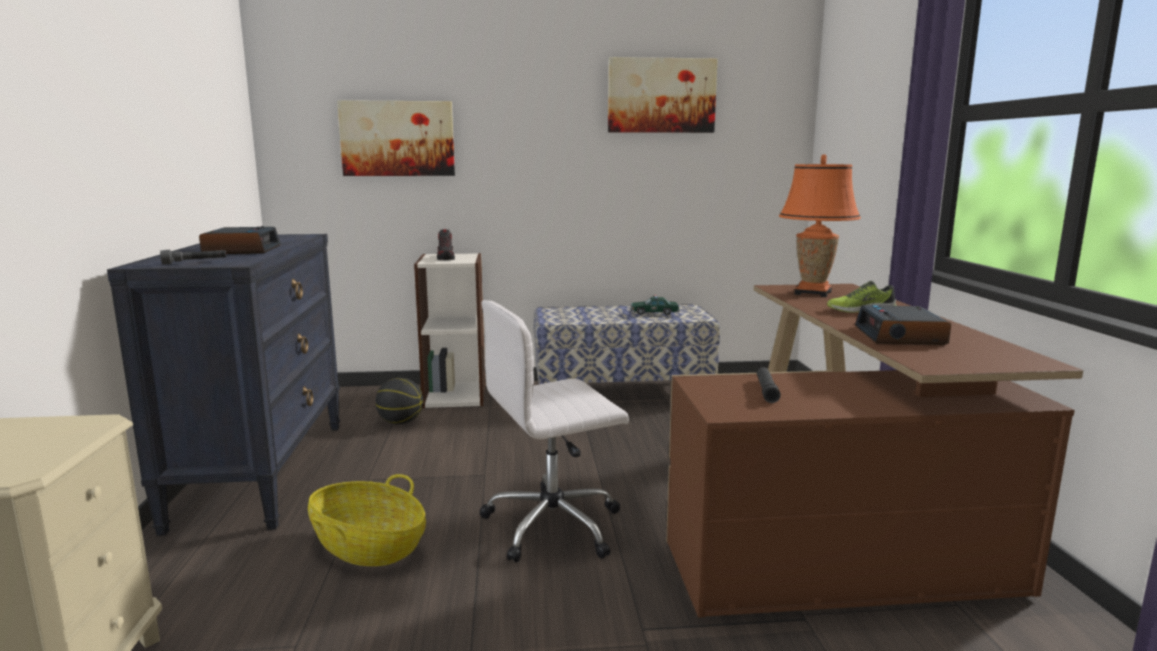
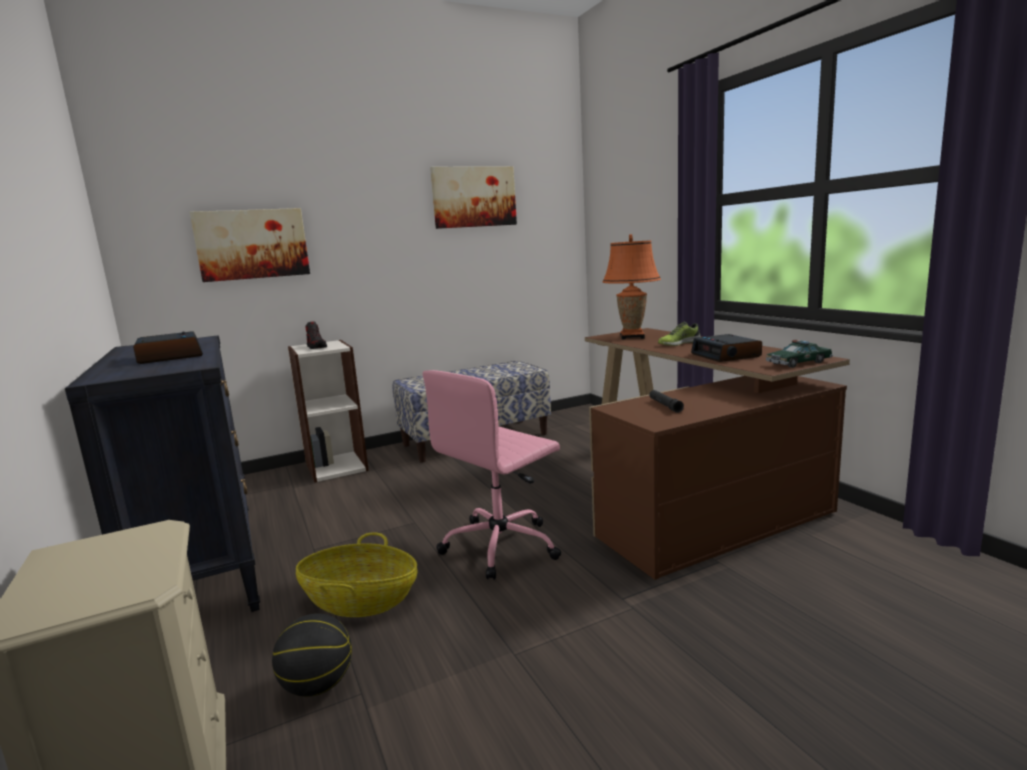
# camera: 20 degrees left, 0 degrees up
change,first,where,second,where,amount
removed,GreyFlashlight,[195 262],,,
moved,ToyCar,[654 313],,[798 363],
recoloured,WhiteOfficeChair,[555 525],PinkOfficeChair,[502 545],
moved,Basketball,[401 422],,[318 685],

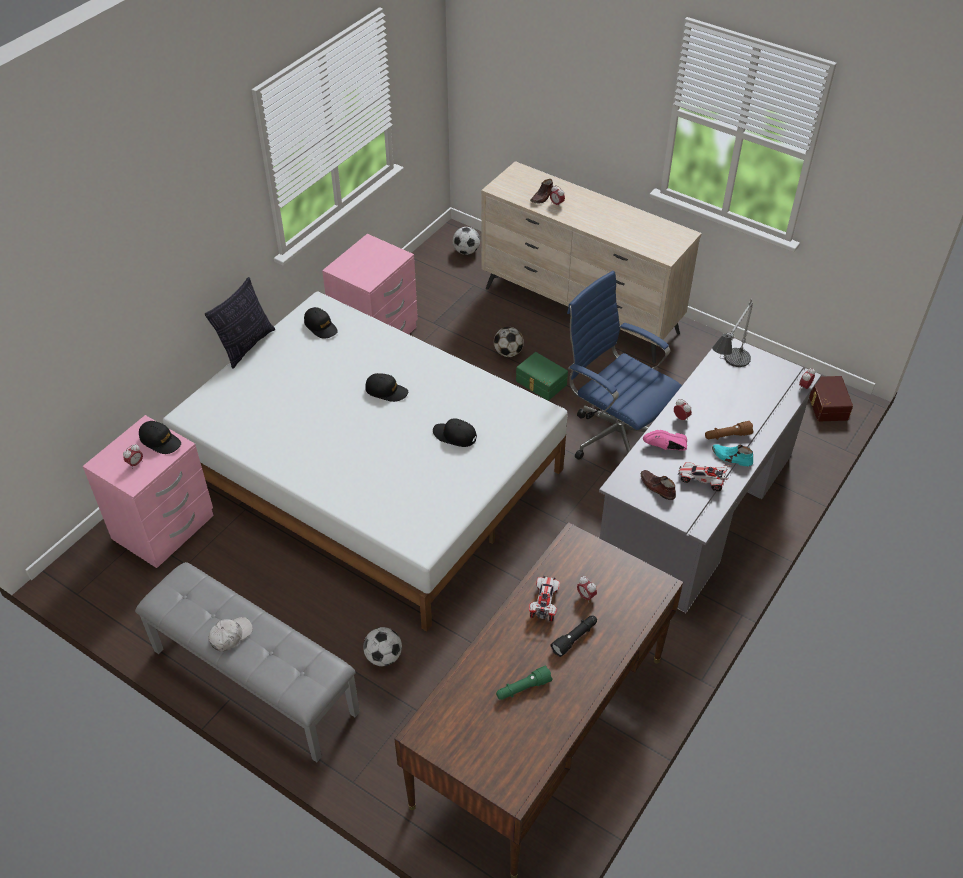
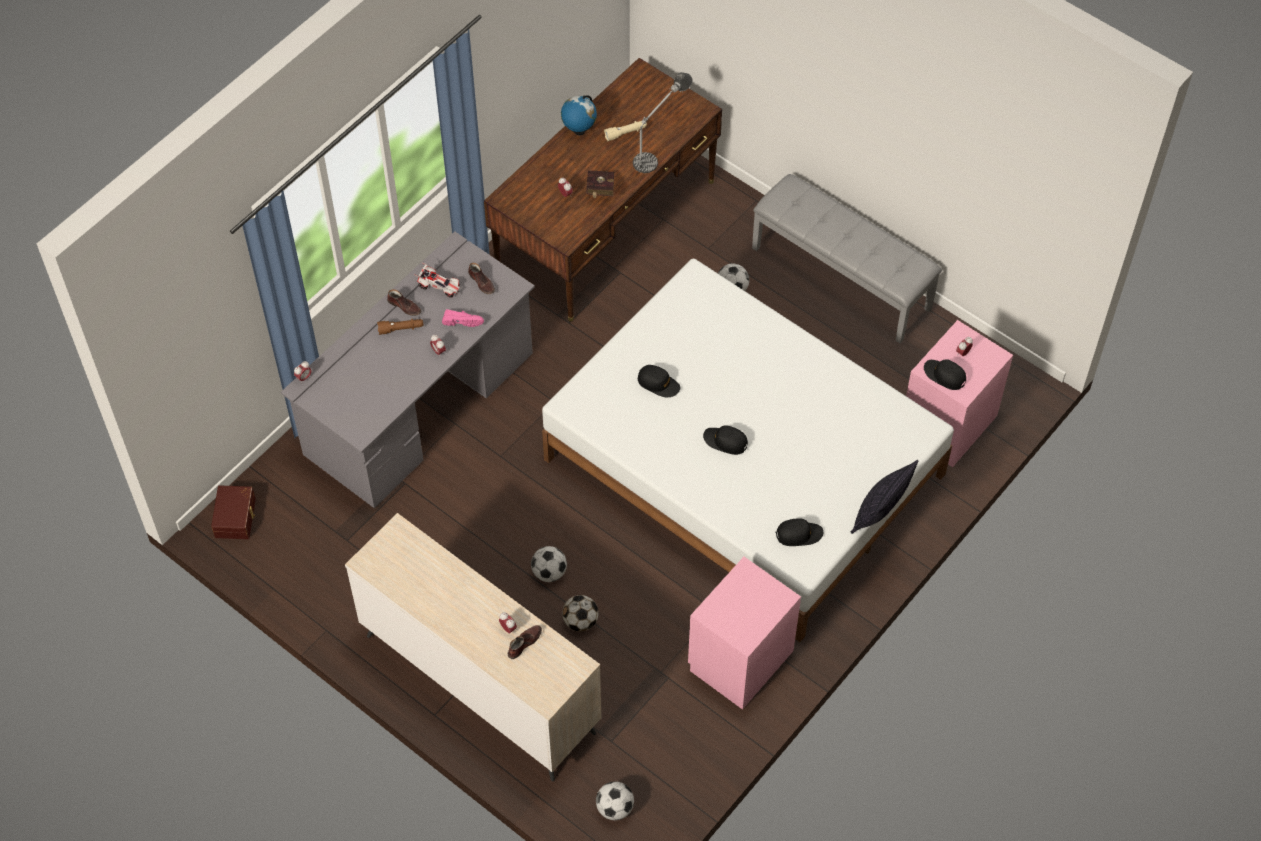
# camera: 175 degrees left, 10 degrees up
change,first,where,second,where,amount
removed,BlueOfficeChair,[614 436],,,
moved,TableLamp,[726 374],,[660 146],
turned,BlackCap,[321 327],,[799 534],120 degrees clockwise
replaced,GreenStorageBox,[540 383],Football,[549 572],
recoloured,TurquoiseShoe,[731 458],BrownShoe,[405 306],
replaced,ToyCar,[544 603],RedBook,[600 191],
removed,BlackFlashlight,[575 638],,,
removed,WhiteCap,[230 636],,,
recoloured,GreenFlashlight,[523 688],BeigeFlashlight,[626 133],
added,,,Globe,[579 131],

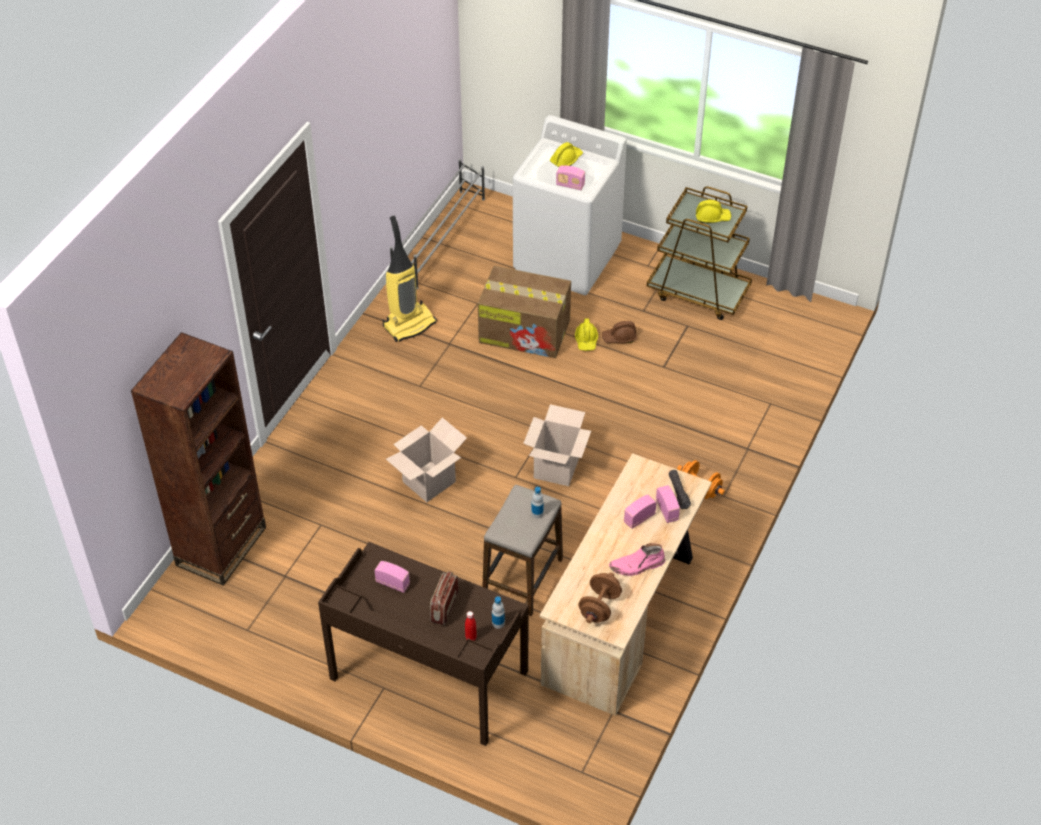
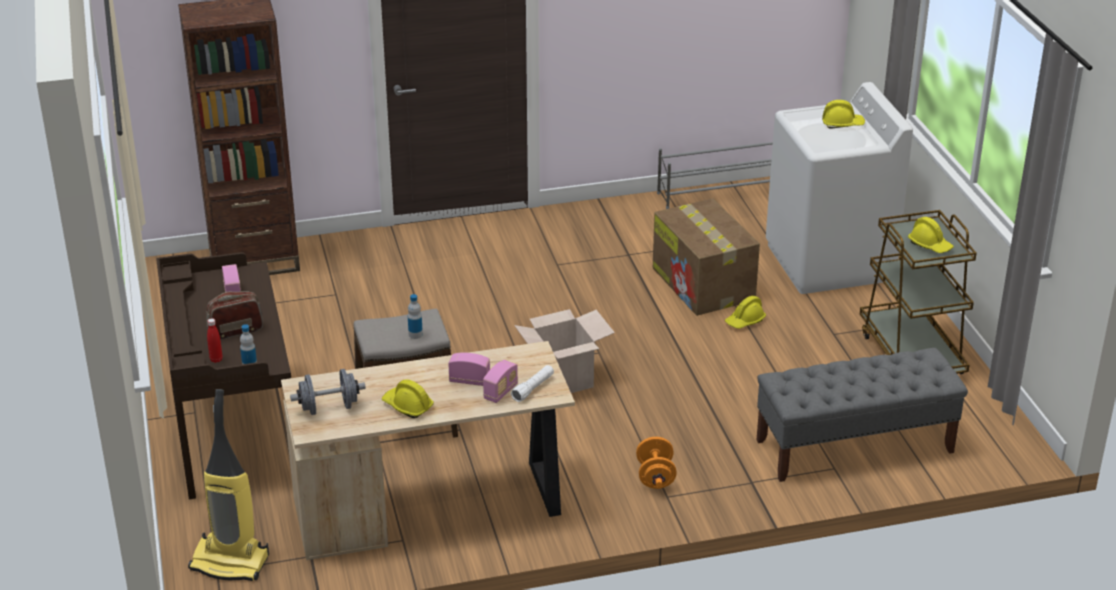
# camera: 50 degrees right, 15 degrees down
change,first,where,second,where,amount
removed,Radio,[570 185],,,
moved,VacuumCleaner,[409 324],,[231 562],
removed,BrownHardHat,[619 338],,,
removed,CardboardBox,[429 482],,,
recoloured,BlackFlashlight,[678 492],WhiteFlashlight,[533 388],
replaced,PinkBoot,[637 565],YellowHardHat,[407 406],
recoloured,BrownDumbbell,[599 607],GreyDumbbell,[329 408],
added,,,GreyBench,[854 446],

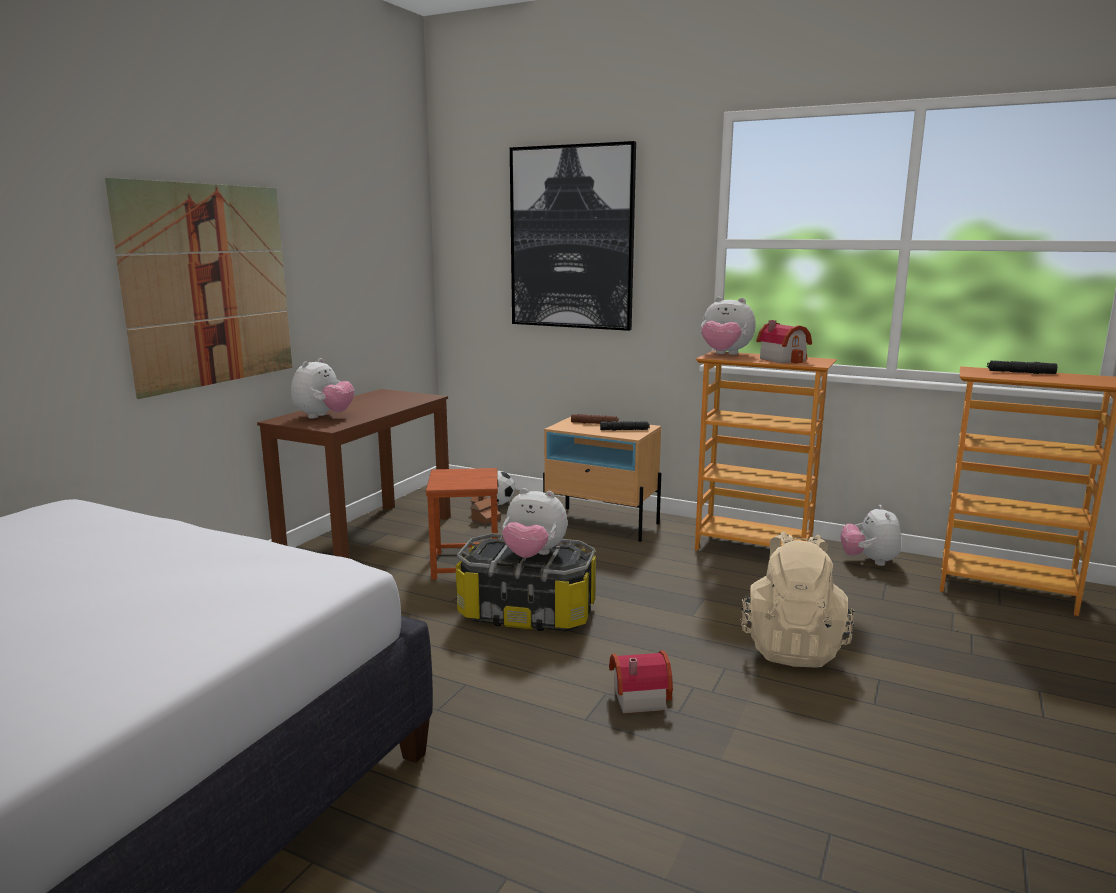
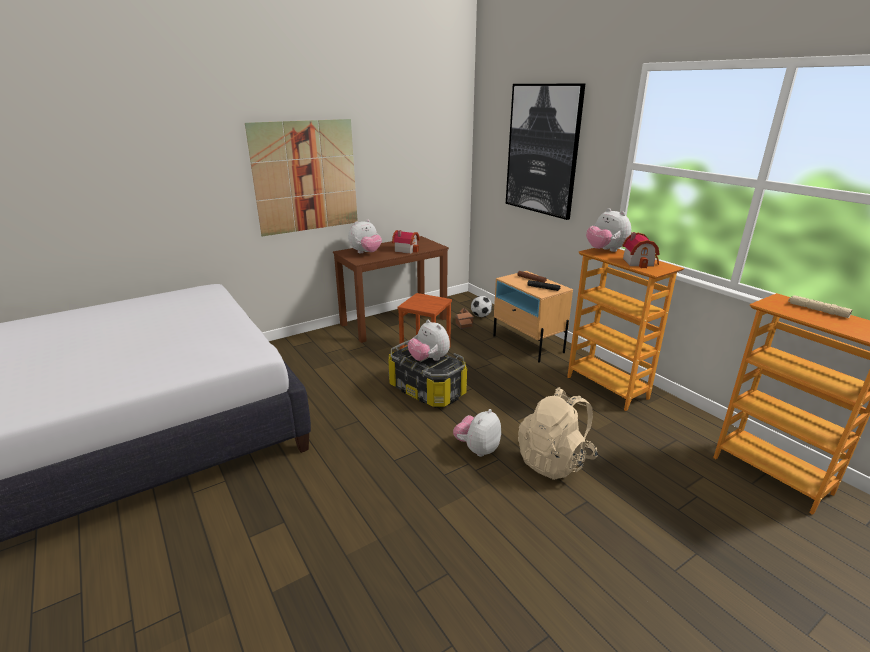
# camera: 30 degrees right, 10 degrees up
change,first,where,second,where,amount
recoloured,BlackFlashlight,[1020 372],BeigeFlashlight,[817 310],
moved,PlushToy,[869 561],,[477 449],
moved,ToyHouse,[636 697],,[406 249],

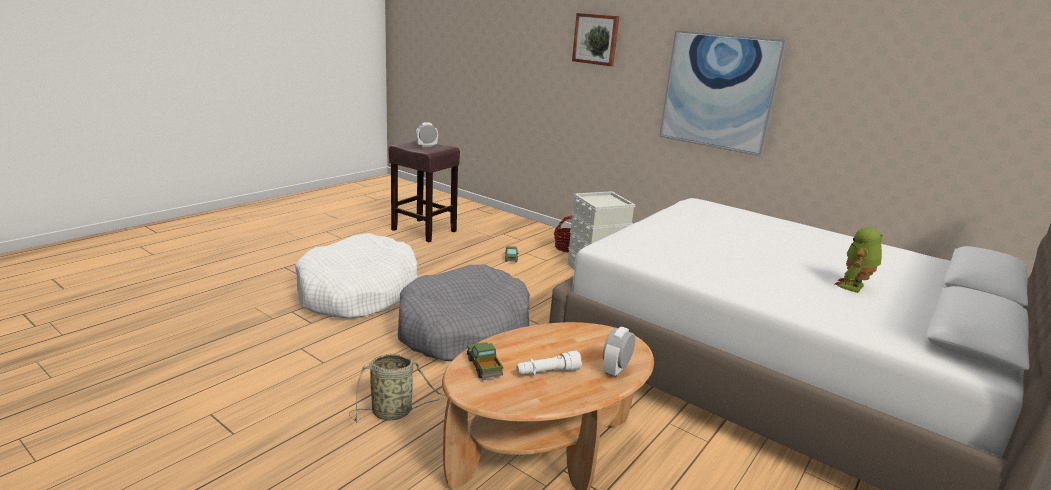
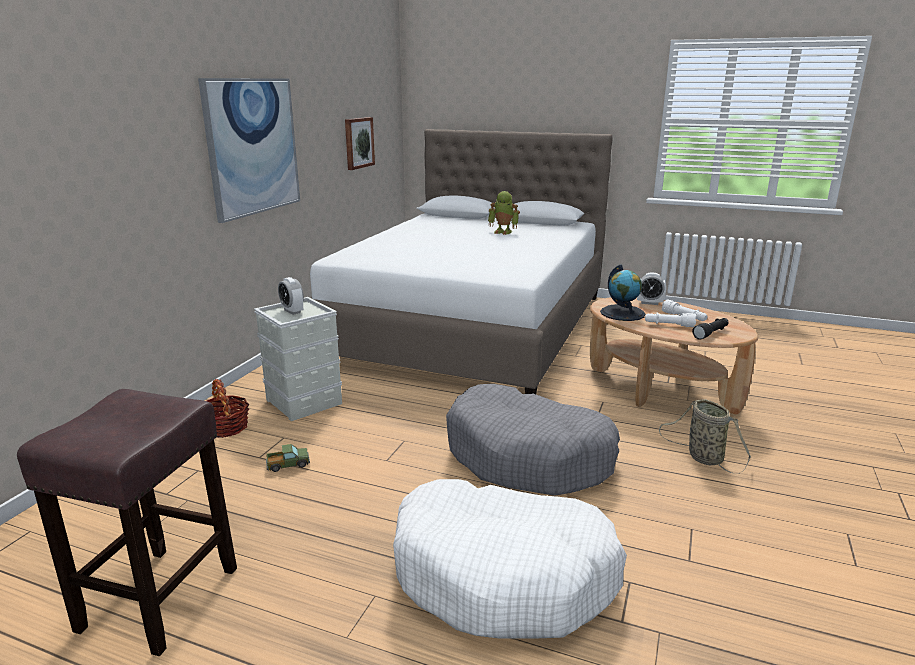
# camera: 105 degrees left, 0 degrees up
change,first,where,second,where,amount
moved,Picture,[596 39],,[358 143],
moved,AlarmClock,[426 146],,[292 311],
replaced,ToyTruck,[484 367],BlackFlashlight,[711 333],
added,,,Globe,[622 313],
added,,,WhiteFlashlight,[669 325],

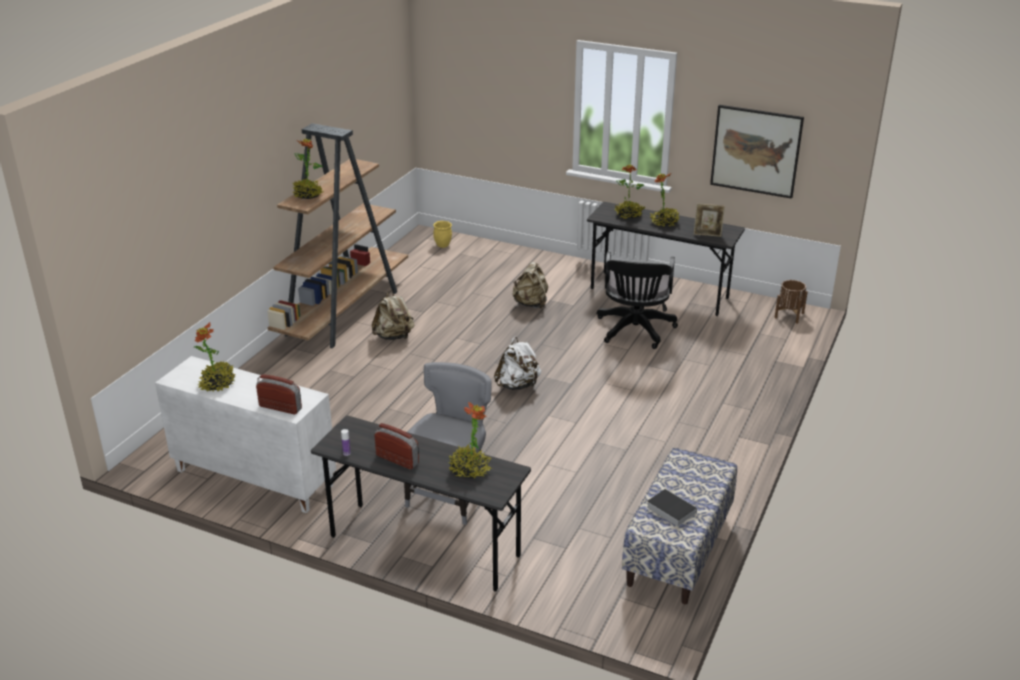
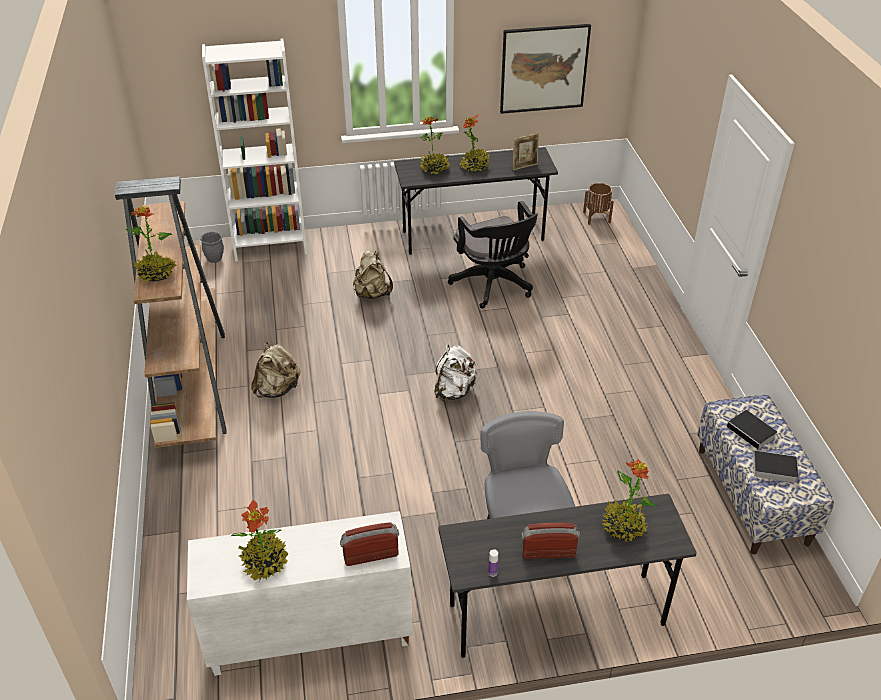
# camera: 35 degrees left, 10 degrees up
change,first,where,second,where,amount
recoloured,YellowPlanter,[442 245],GreyPlanter,[215 260],
added,,,WhiteBookcase,[270 246],
added,,,Book,[752 432],

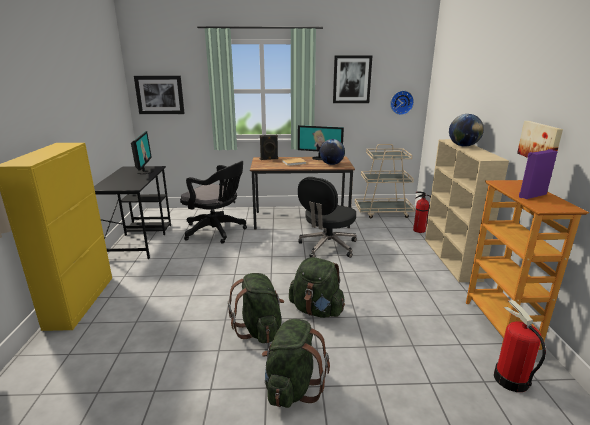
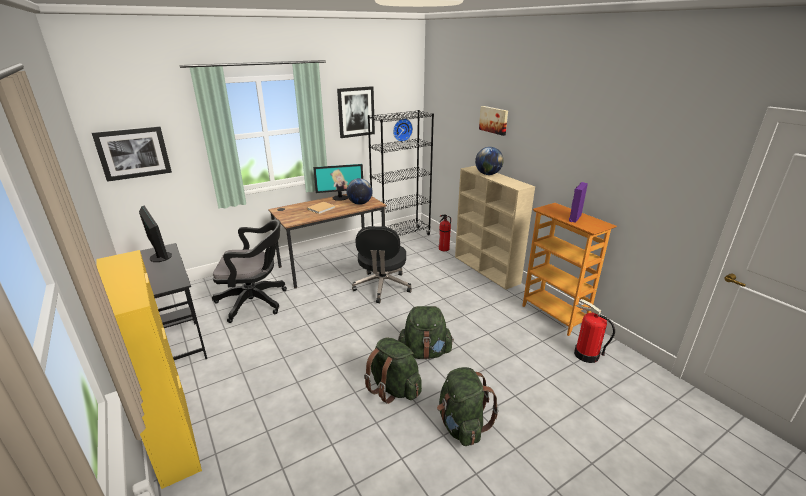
# camera: 30 degrees left, 5 degrees up
change,first,where,second,where,amount
moved,Picture,[540 142],,[494 120],
removed,BlackSpeaker,[269 159],,,
replaced,BeigeCart,[383 212],BlackBookcase,[401 237],

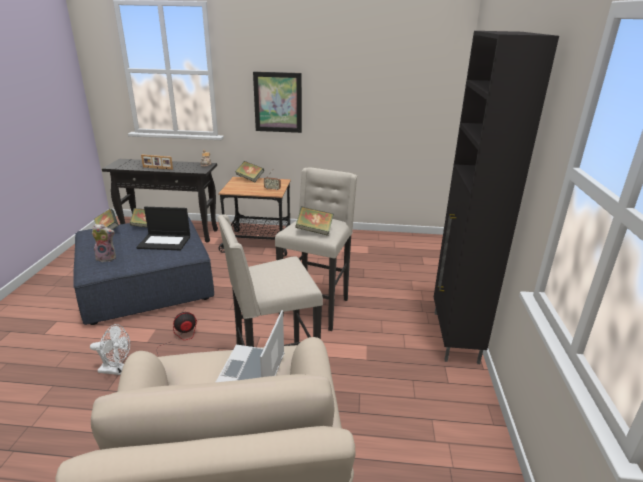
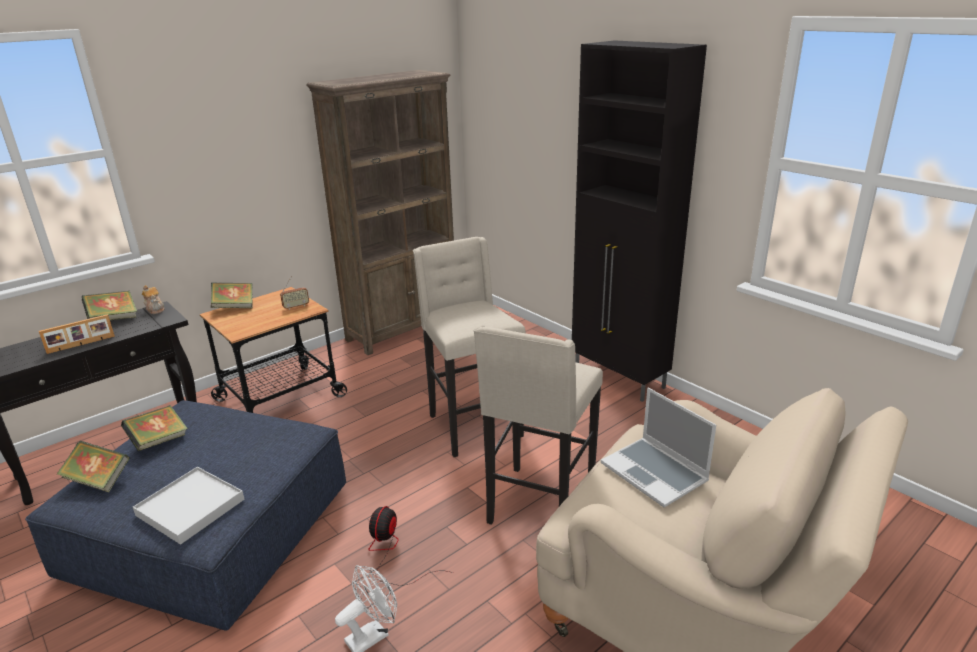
# camera: 45 degrees left, 0 degrees up
change,first,where,second,where,amount
removed,Picture,[278 102],,,
moved,Book,[314 231],,[113 319],
removed,Laptop,[165 242],,,
replaced,PlushToy,[107 258],WhiteTray,[190 507],
added,,,BrownBookcase,[404 329],

